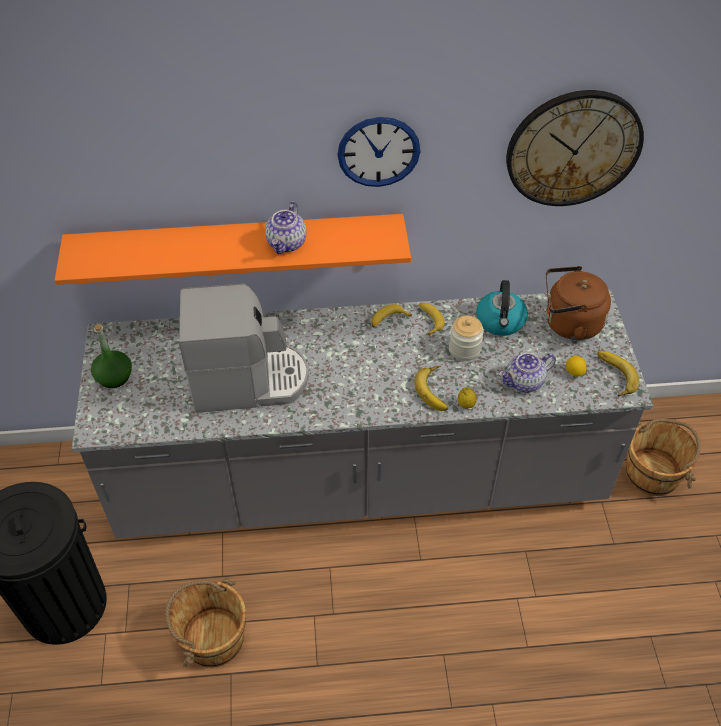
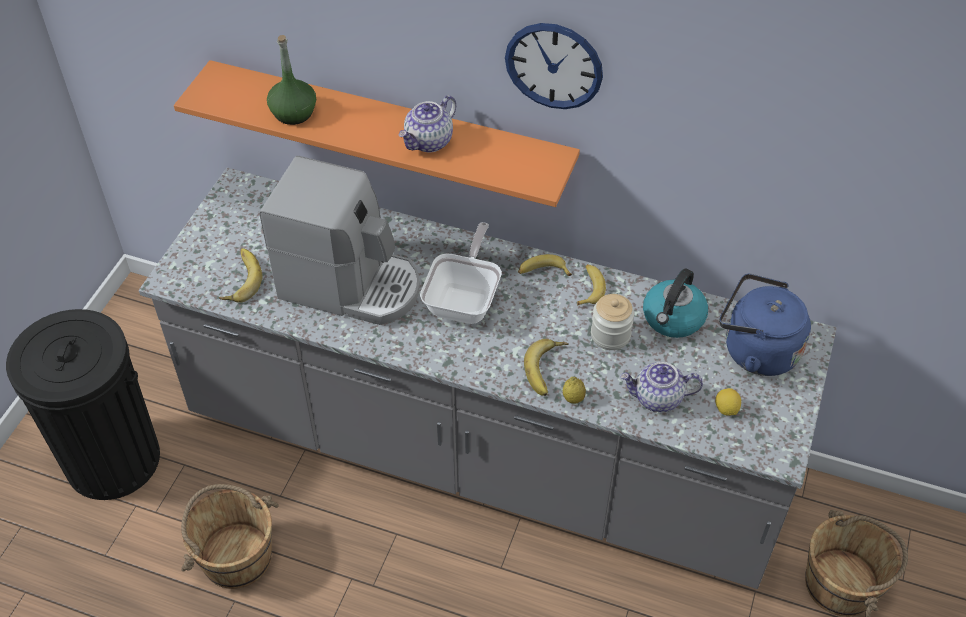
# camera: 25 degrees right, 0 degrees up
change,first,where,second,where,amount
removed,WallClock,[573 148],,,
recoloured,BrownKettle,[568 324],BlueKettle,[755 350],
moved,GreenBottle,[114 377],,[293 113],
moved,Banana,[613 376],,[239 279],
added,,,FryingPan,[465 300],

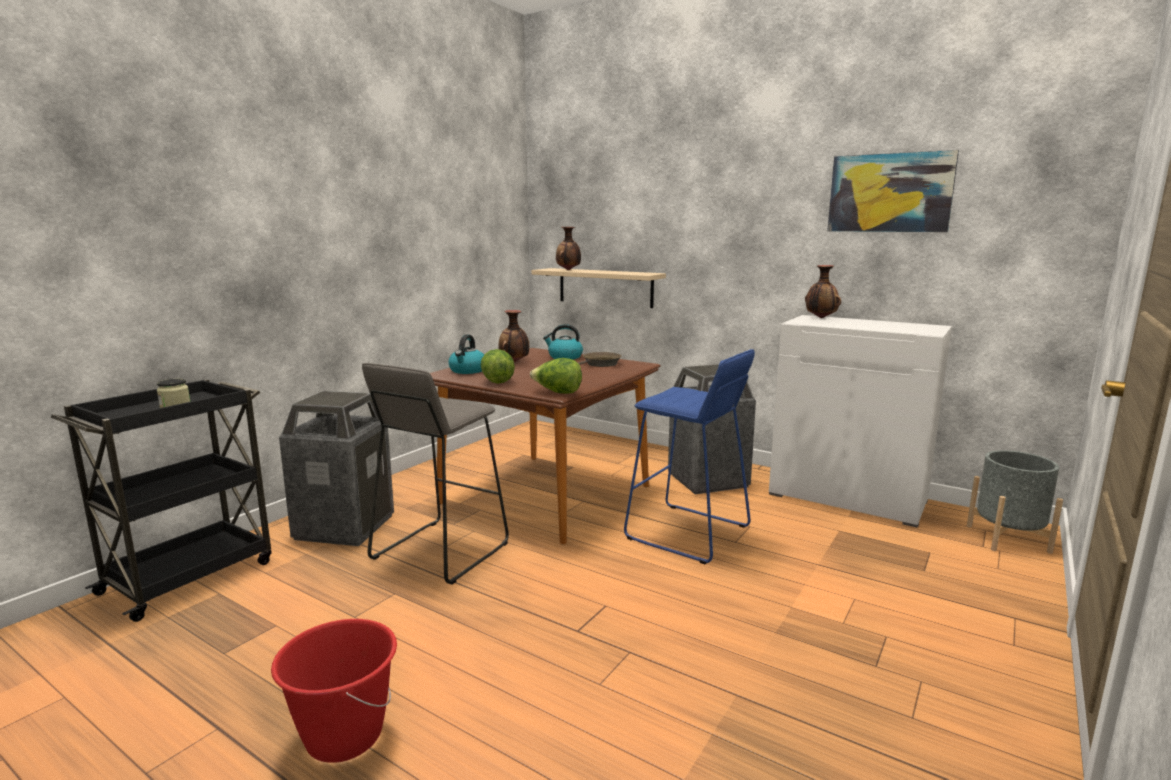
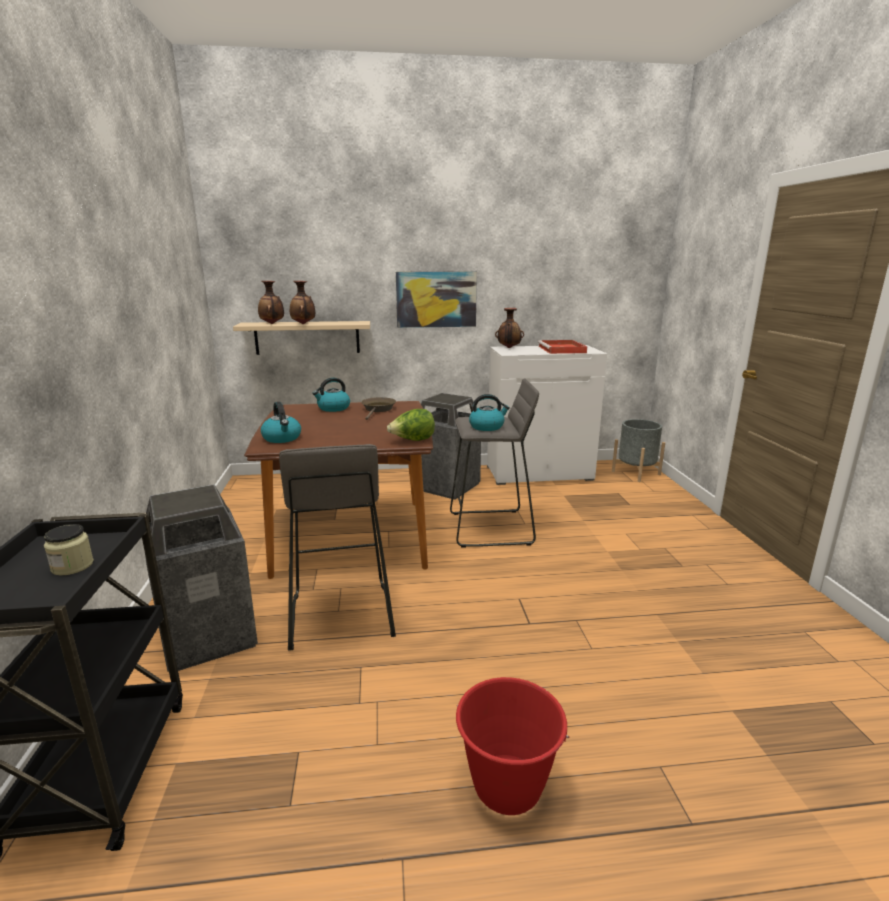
# camera: 40 degrees left, 5 degrees up
change,first,where,second,where,amount
moved,Picture,[889 193],,[436 299],
moved,Vase,[514 362],,[303 324],
removed,Lettuce,[497 381],,,
recoloured,BlueStool,[687 533],GreyStool,[491 528],
added,,,RedTray,[562 349],
added,,,Kettle,[487 427],

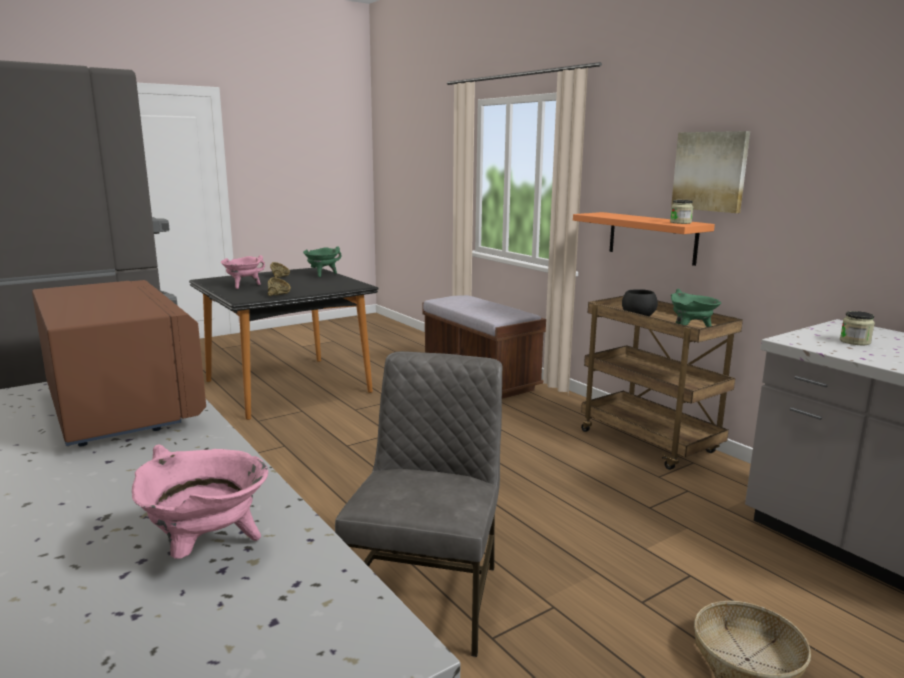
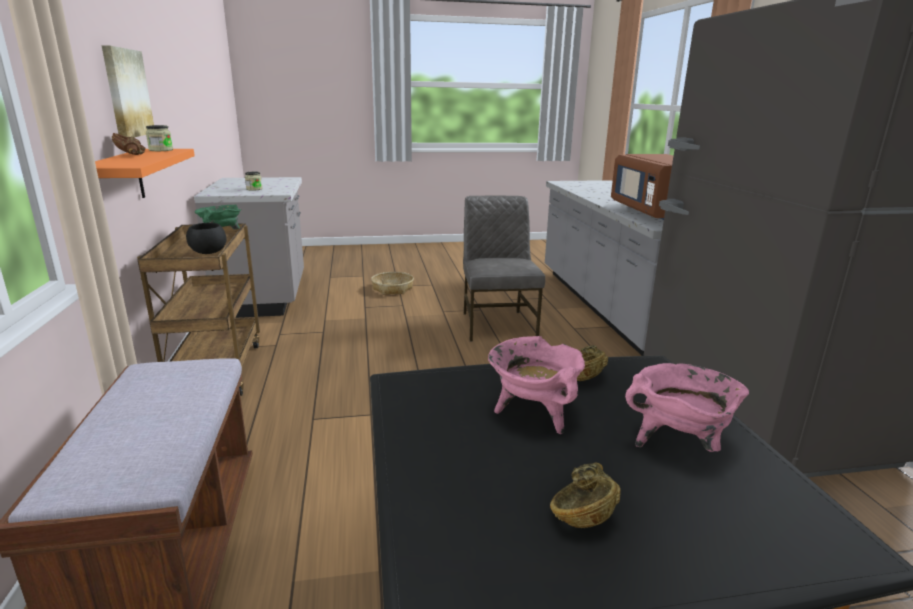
# camera: 155 degrees left, 5 degrees up
change,first,where,second,where,amount
removed,GreenCookingPot,[322 275],,,
turned,GreyChair,[429 596],,[497 325],135 degrees clockwise
moved,PinkCookingPot,[207 550],,[533 414],
added,,,BrownBowl,[133 155],

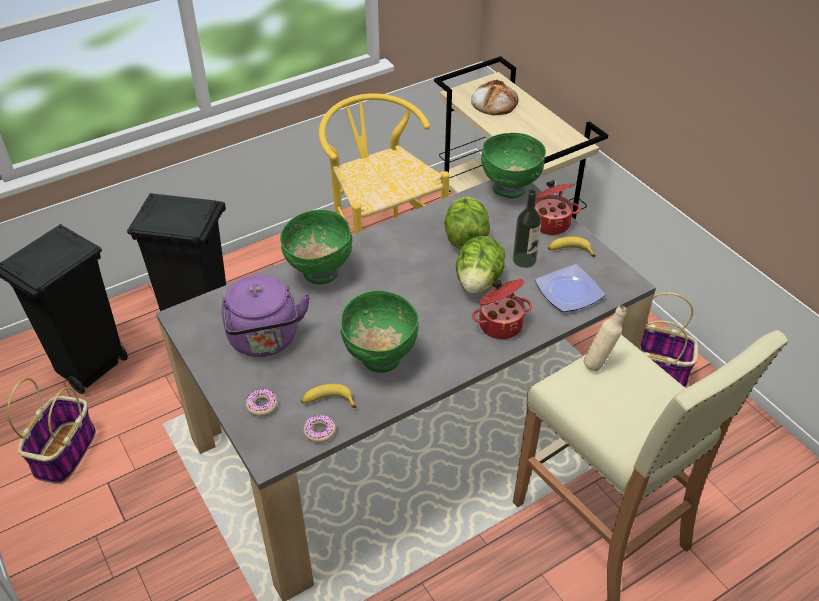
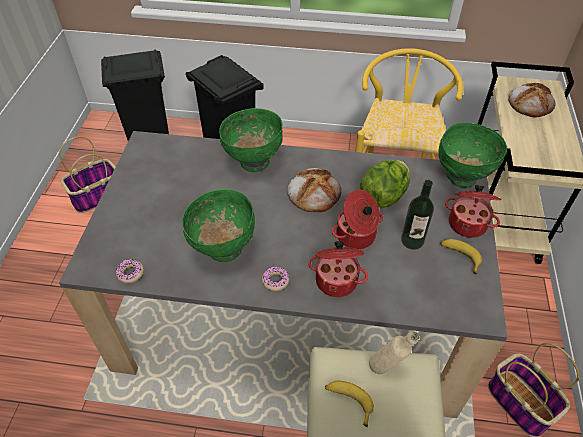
# camera: 40 degrees right, 5 degrees up
change,first,where,second,where,amount
replaced,Lettuce,[478 282],CookingPot,[356 236],
removed,Plate,[568 293],,,
removed,PurpleKettle,[265 340],,,
moved,Banana,[328 401],,[348 401],
moved,Donut,[262 405],,[275 281],
added,,,Bread,[313 192],

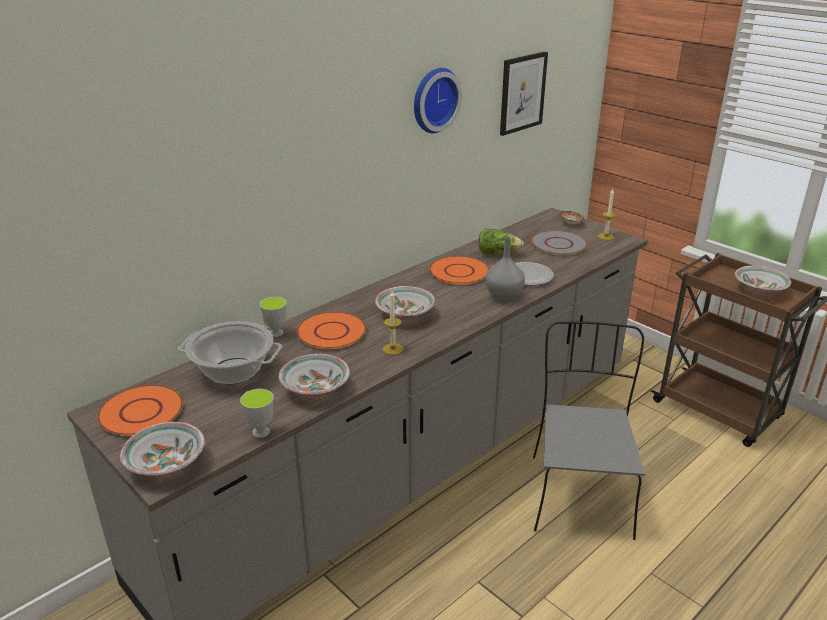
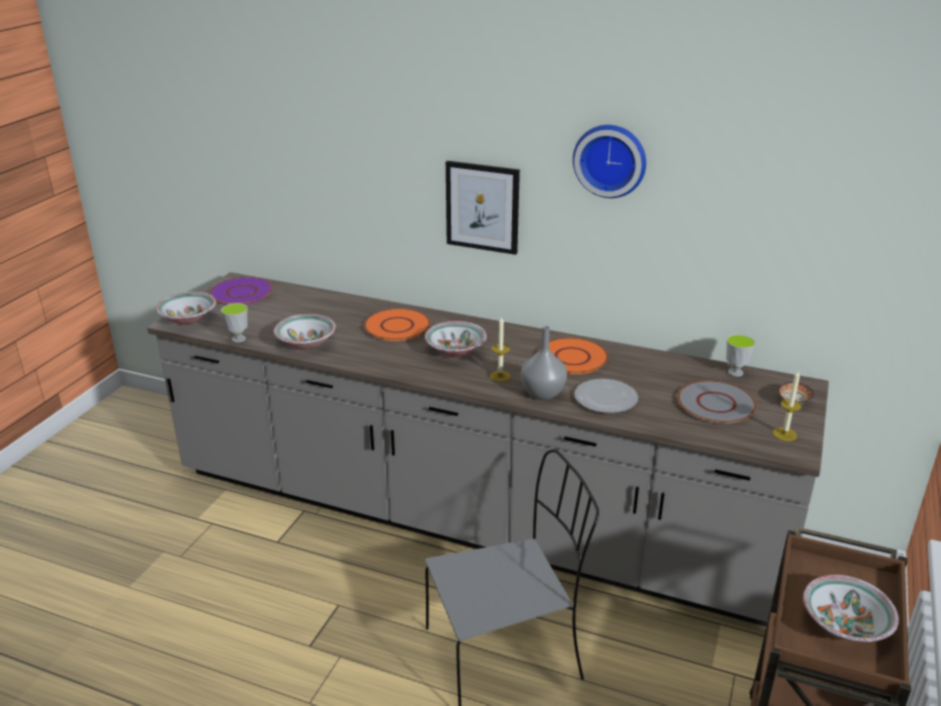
# camera: 65 degrees right, 0 degrees up
change,first,where,second,where,amount
moved,Picture,[522 93],,[482 207],
removed,Lettuce,[497 253],,,
moved,Candle,[393 349],,[500 376],
moved,Cup,[276 333],,[735 372],
removed,CookingPot,[233 371],,,
recoloured,OrangePlate,[140 412],PurplePlate,[241 292],

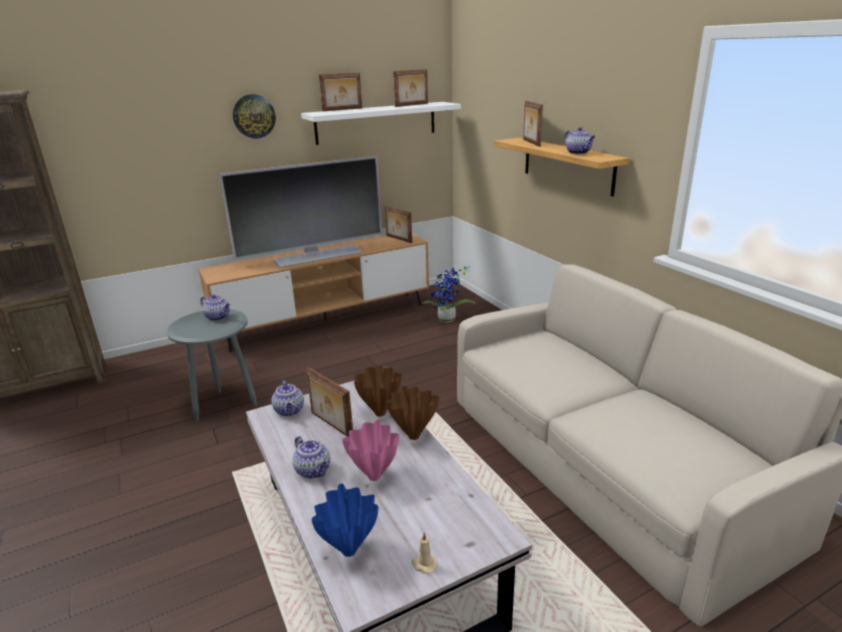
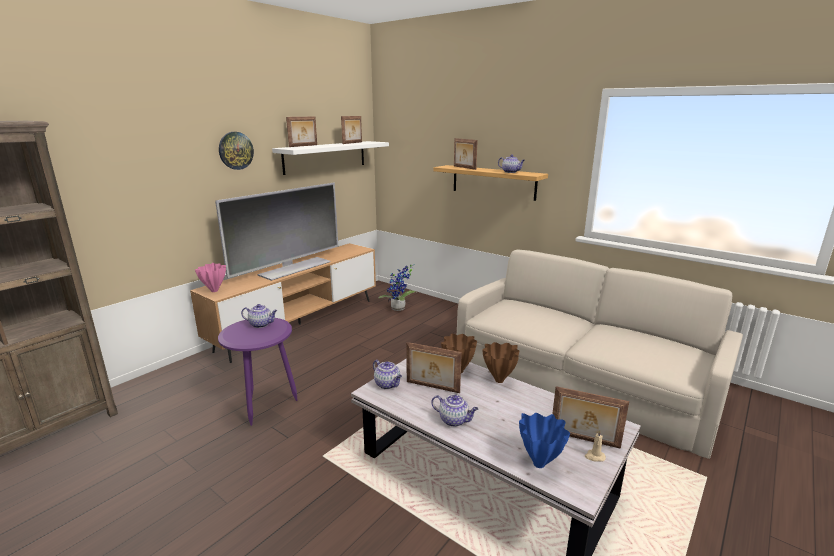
# camera: 25 degrees left, 5 degrees down
change,first,where,second,where,amount
moved,PictureFrame,[398 239],,[584 440],
recoloured,GreySideTable,[224 405],PurpleSideTable,[265 406],
moved,PinkVase,[374 477],,[214 291],

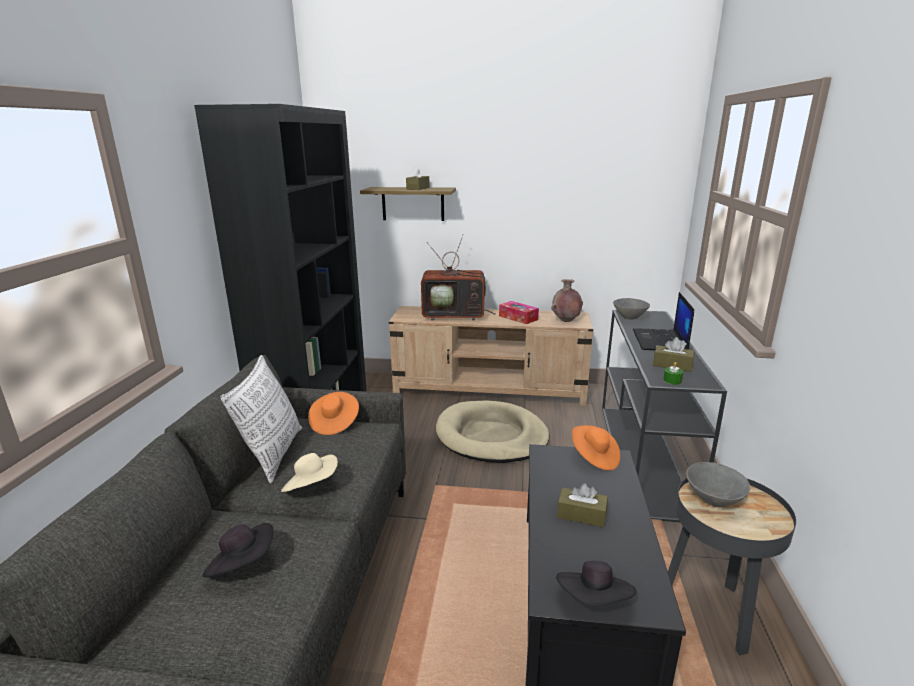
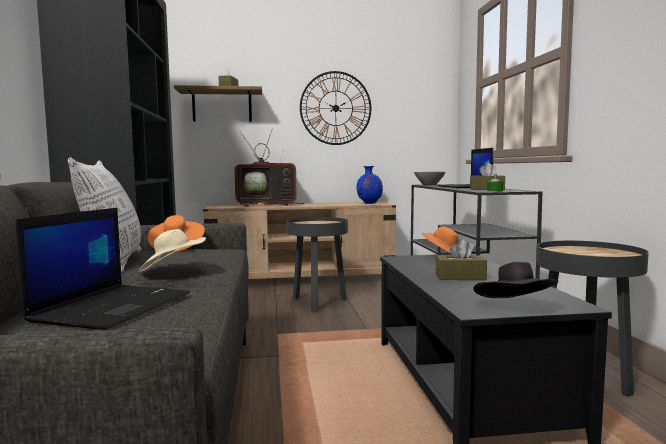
# camera: 15 degrees left, 15 degrees down
change,first,where,second,where,amount
recoloured,BrownVase,[565 320],BlueVase,[369 203],
removed,TissueBox,[518 318],,,
replaced,BeigeDogBed,[491 436],BlackSideTable,[318 303],
removed,GreyBowl,[713 500],,,
replaced,BlackHat,[243 565],Laptop,[113 306],
added,,,WallClock,[335 108],

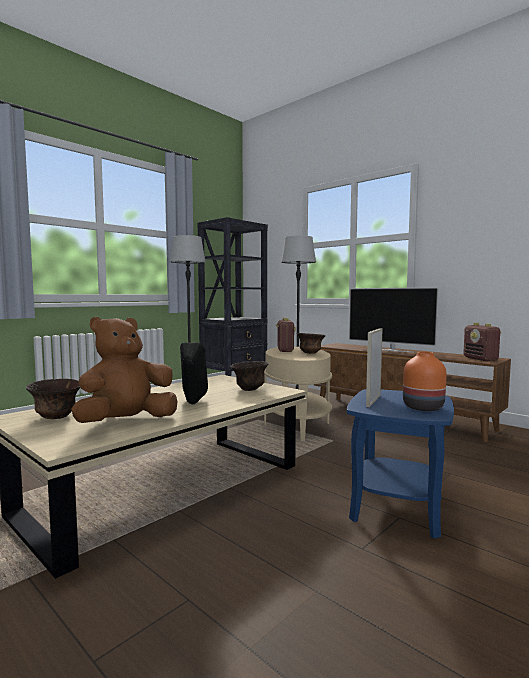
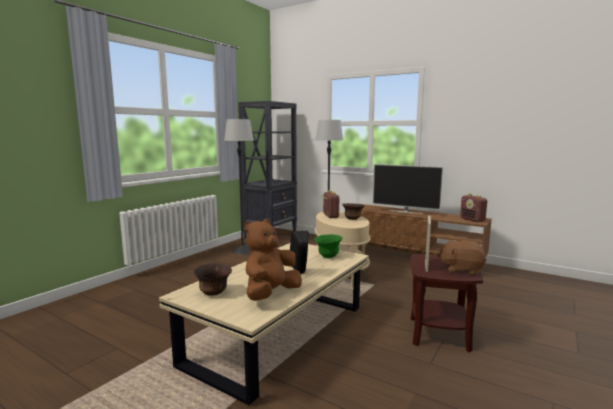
# camera: 10 degrees left, 5 degrees up
change,first,where,second,where,amount
replaced,OrangeVase,[424 408],BrownPlushToy,[461 270],
recoloured,BrownBowl,[249 389],GreenBowl,[328 256],
recoloured,BlueSideTable,[398 508],BrownSideTable,[439 334],

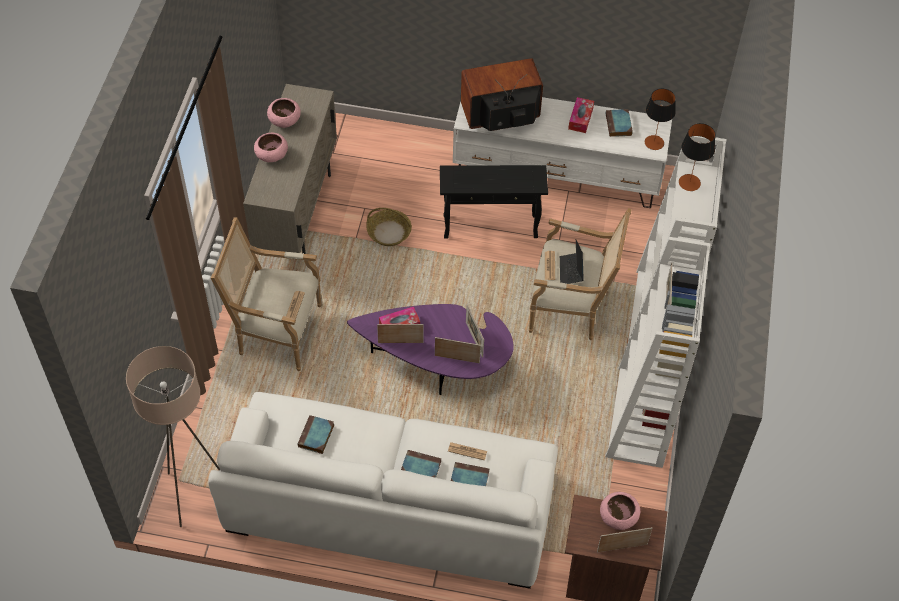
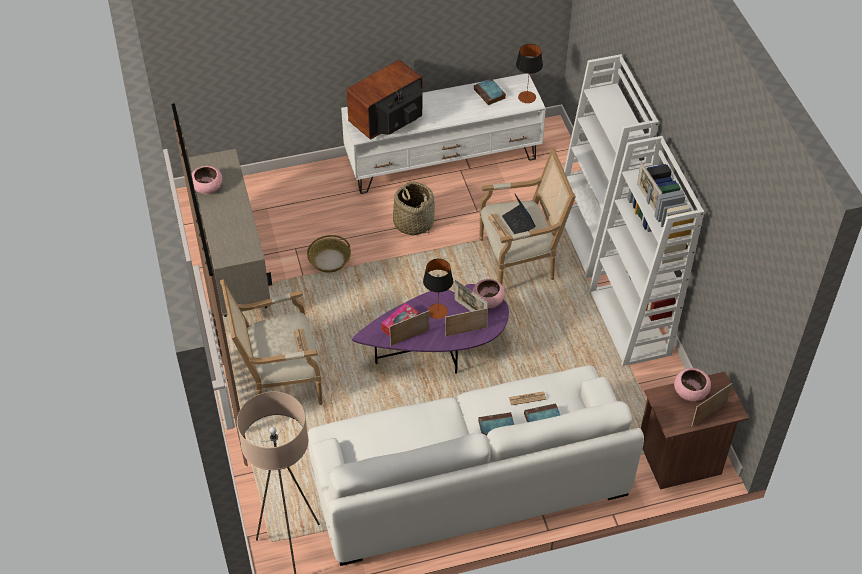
# camera: 25 degrees left, 5 degrees down
change,first,where,second,where,amount
removed,TissueBox,[580 119],,,
moved,TableLamp,[689 182],,[438 311],
moved,PinkBowl,[271 155],,[487 301],
replaced,BlackSideTable,[490 226],Basket,[413 222],
removed,Book,[316 437],,,

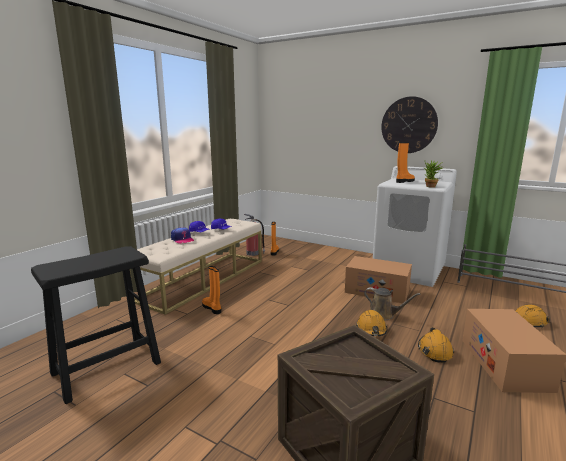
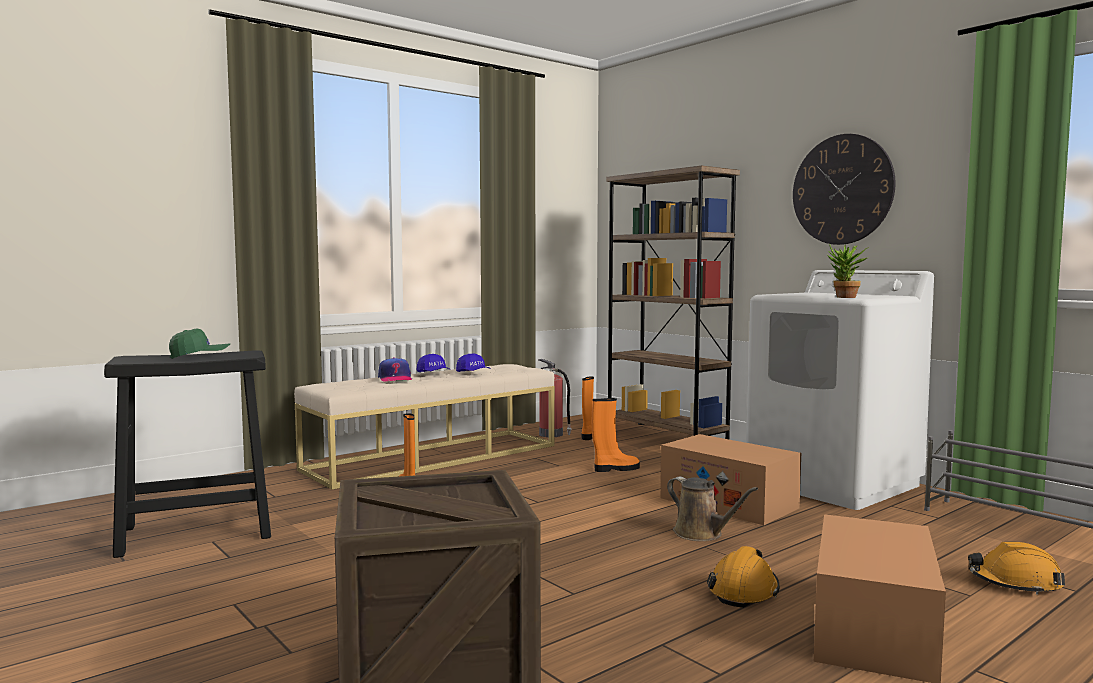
# camera: 20 degrees right, 10 degrees down
change,first,where,second,where,amount
moved,OrangeBoot,[404 181],,[615 469],
removed,OrangeHardHat,[371 329],,,
added,,,BrownBookcase,[666 436],
added,,,GreenCap,[199 356],

